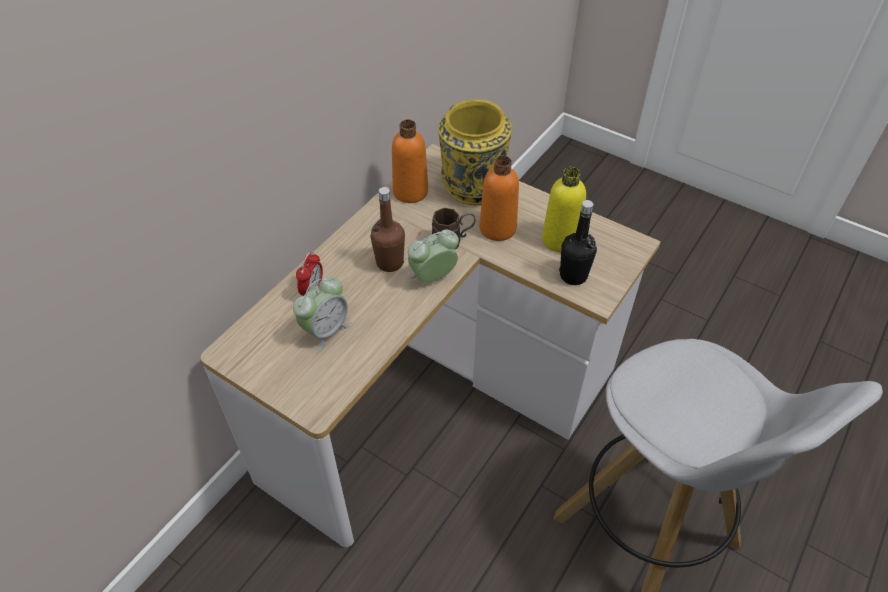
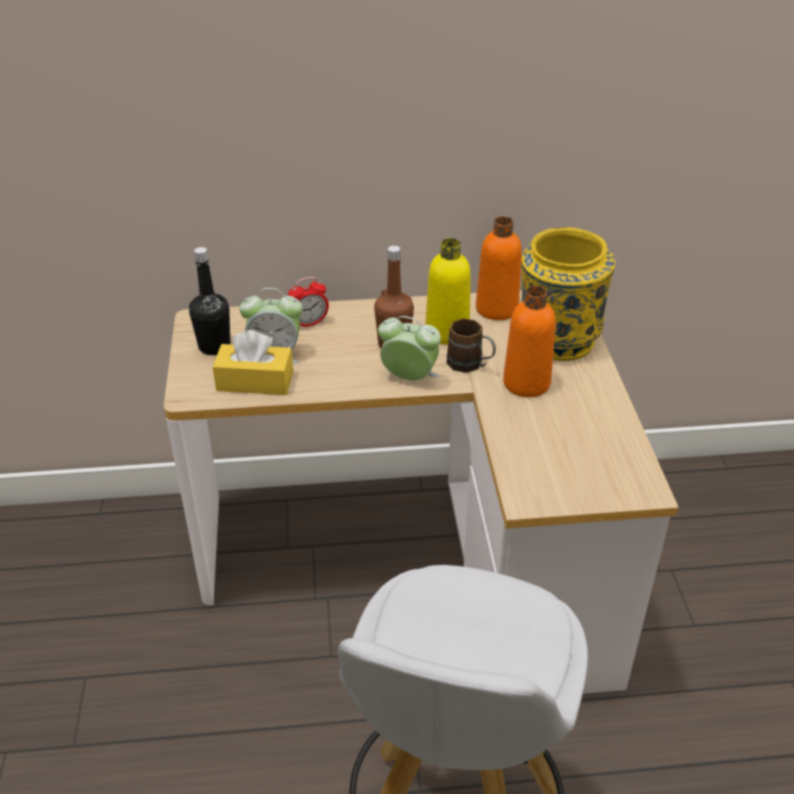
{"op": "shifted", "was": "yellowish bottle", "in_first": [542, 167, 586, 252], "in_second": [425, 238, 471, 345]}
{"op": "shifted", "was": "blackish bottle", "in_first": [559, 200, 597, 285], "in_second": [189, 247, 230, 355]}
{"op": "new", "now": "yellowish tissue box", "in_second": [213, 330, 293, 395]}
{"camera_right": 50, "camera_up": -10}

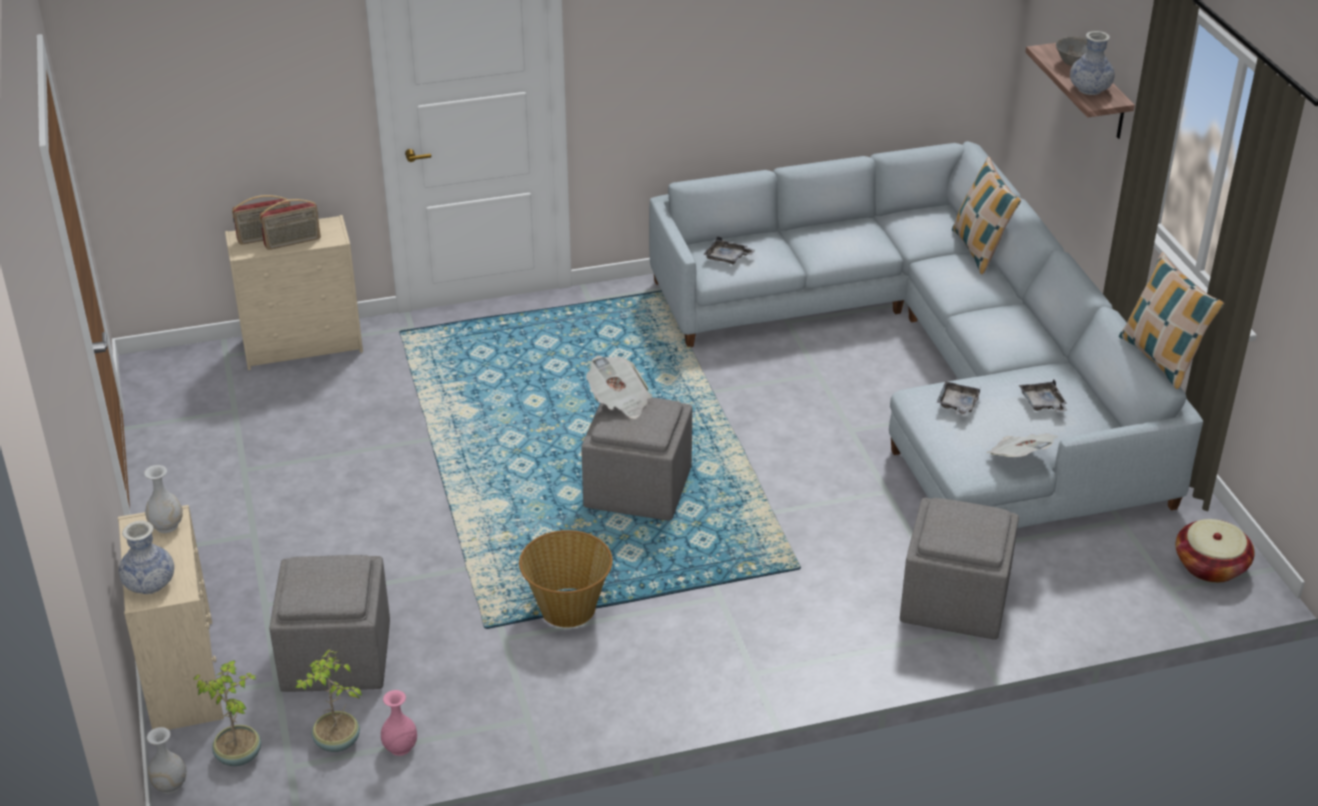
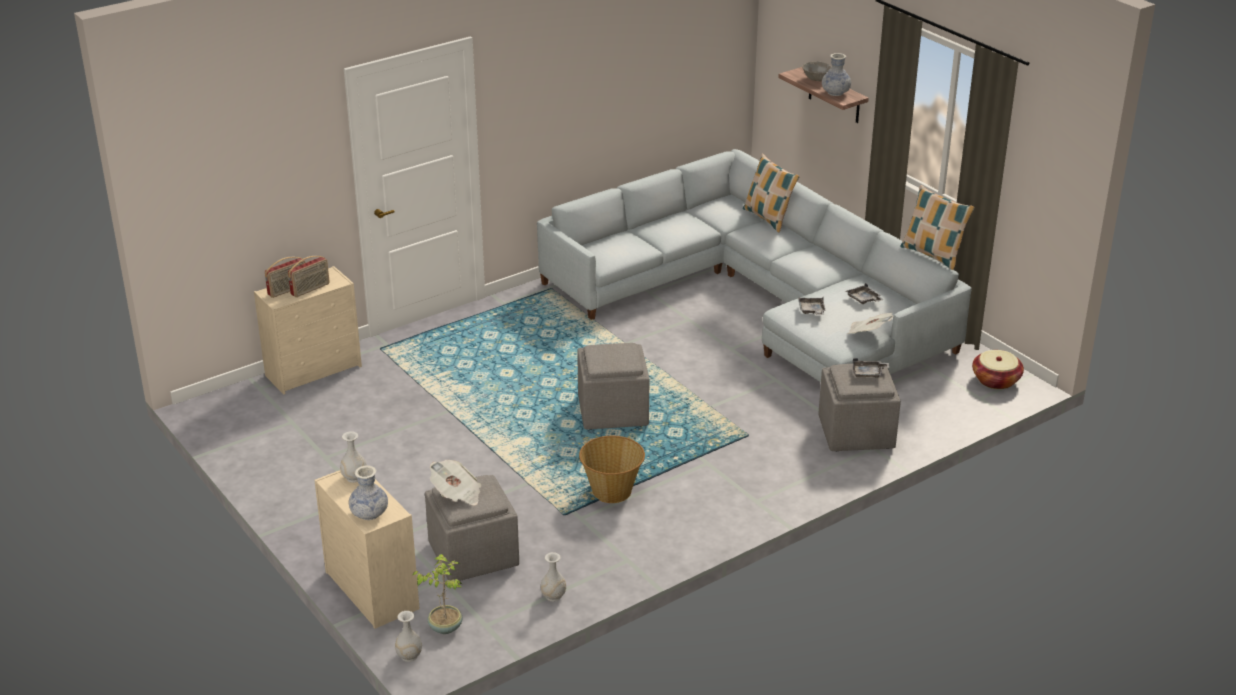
{"op": "shifted", "was": "greyish tray", "in_first": [703, 236, 755, 264], "in_second": [853, 358, 889, 378]}
{"op": "shifted", "was": "newspaper", "in_first": [586, 356, 652, 419], "in_second": [430, 460, 482, 506]}
{"op": "gone", "was": "plant in a pot", "in_first": [295, 649, 362, 752]}
{"op": "repainted", "was": "pinkish decorative vase", "now": "white decorative vase", "in_first": [381, 690, 417, 756], "in_second": [541, 552, 566, 602]}
{"camera_right": -20, "camera_up": -5}

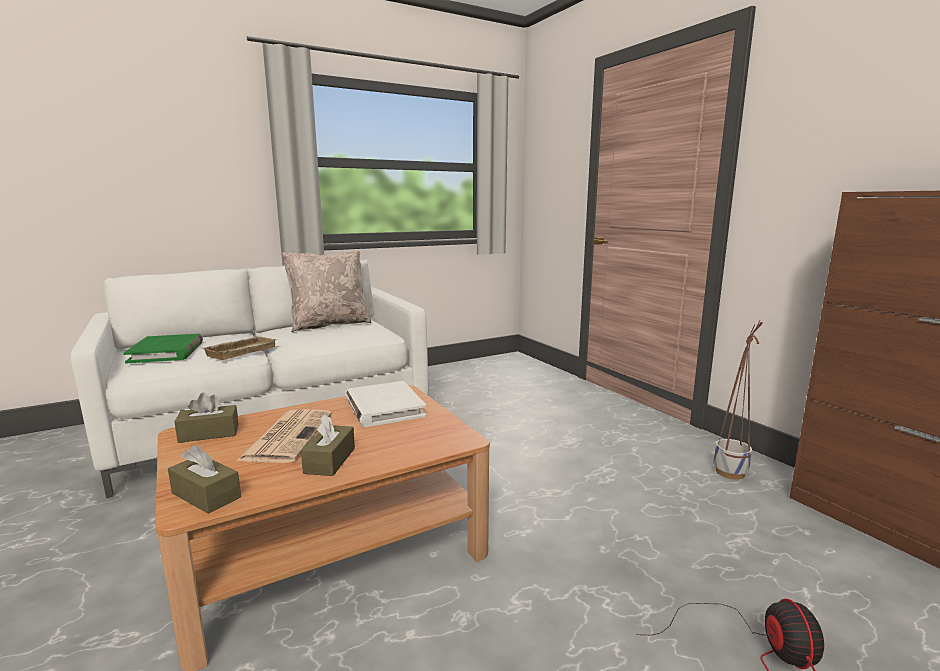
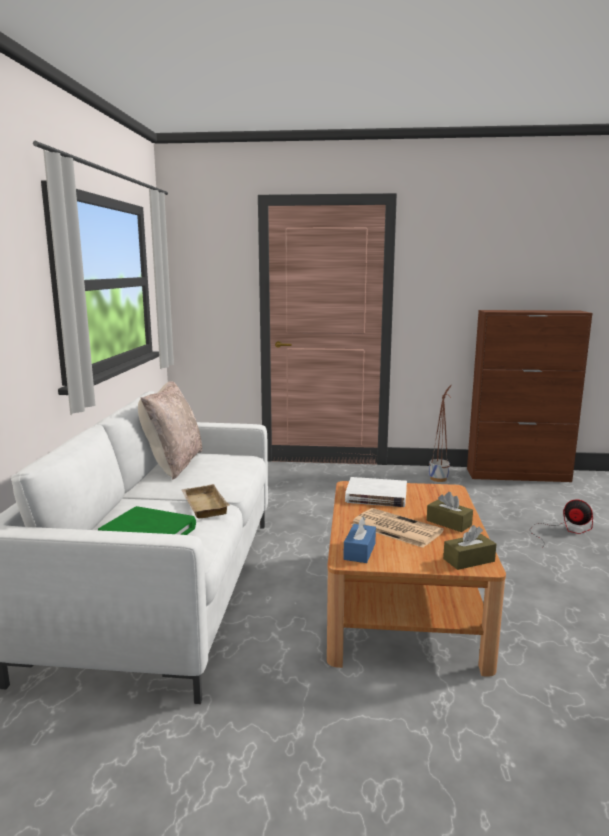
{"op": "repainted", "was": "brownish tissue box", "now": "bluish tissue box", "in_first": [175, 393, 239, 443], "in_second": [343, 517, 376, 563]}
{"camera_right": -55, "camera_up": 0}

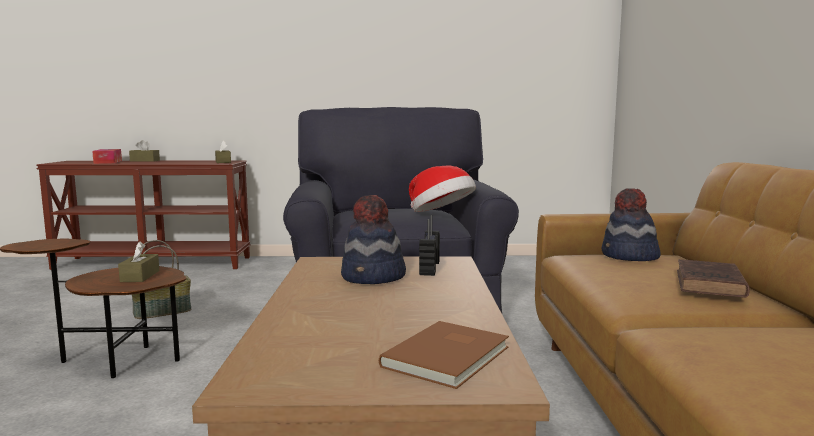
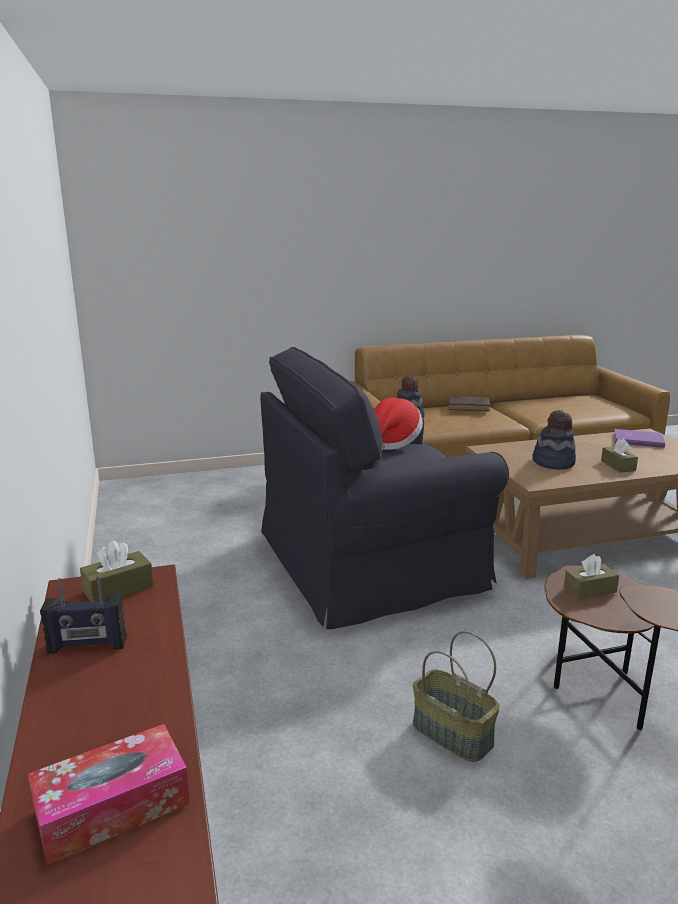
{"op": "shifted", "was": "brownish tissue box", "in_first": [129, 140, 160, 162], "in_second": [601, 438, 638, 472]}
{"op": "shifted", "was": "radio receiver", "in_first": [419, 215, 440, 276], "in_second": [40, 576, 127, 654]}
{"op": "repainted", "was": "brownish book", "now": "purple book", "in_first": [379, 321, 509, 389], "in_second": [614, 429, 665, 448]}
{"camera_right": -105, "camera_up": 10}

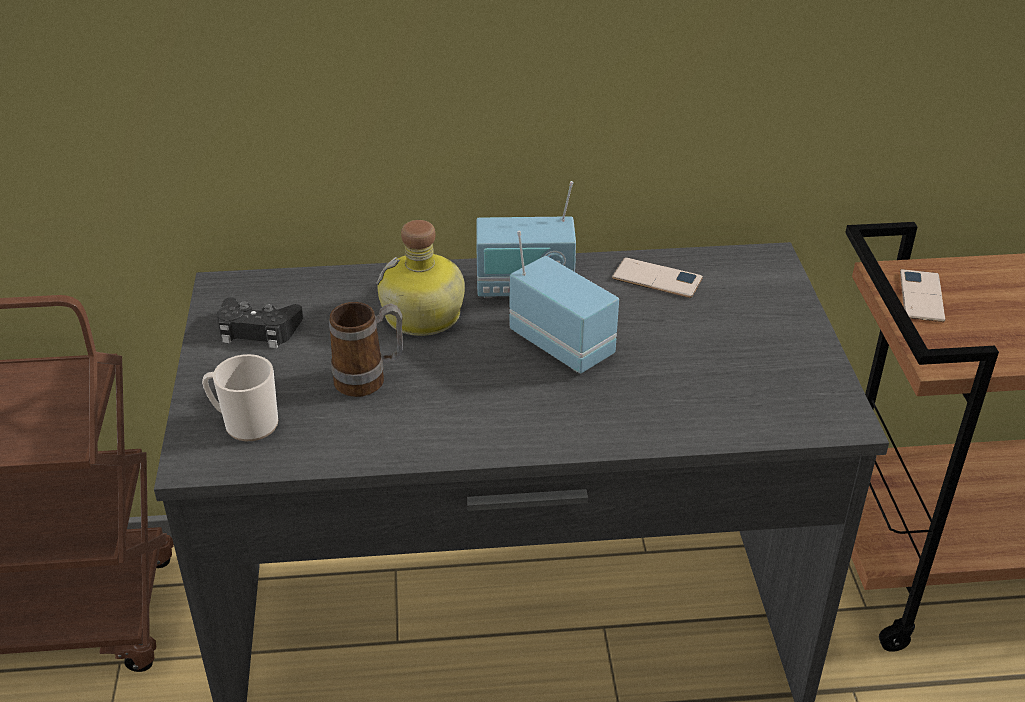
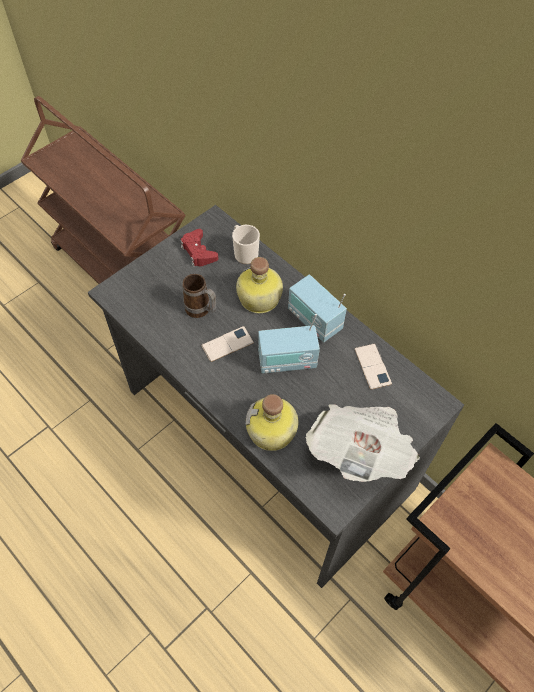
{"op": "rotated", "was": "radio receiver", "in_first": [510, 231, 619, 373], "in_second": [258, 314, 320, 373], "clockwise": 75}
{"op": "shifted", "was": "handset", "in_first": [900, 269, 945, 322], "in_second": [201, 326, 254, 362]}
{"op": "repainted", "was": "blackish joypad", "now": "red joypad", "in_first": [217, 297, 303, 349], "in_second": [181, 229, 218, 267]}
{"op": "shifted", "was": "mug", "in_first": [202, 354, 278, 441], "in_second": [232, 225, 260, 264]}
{"op": "new", "now": "bottle", "in_second": [245, 394, 299, 451]}
{"op": "new", "now": "newspaper", "in_second": [306, 404, 420, 482]}
{"camera_right": 50, "camera_up": 20}

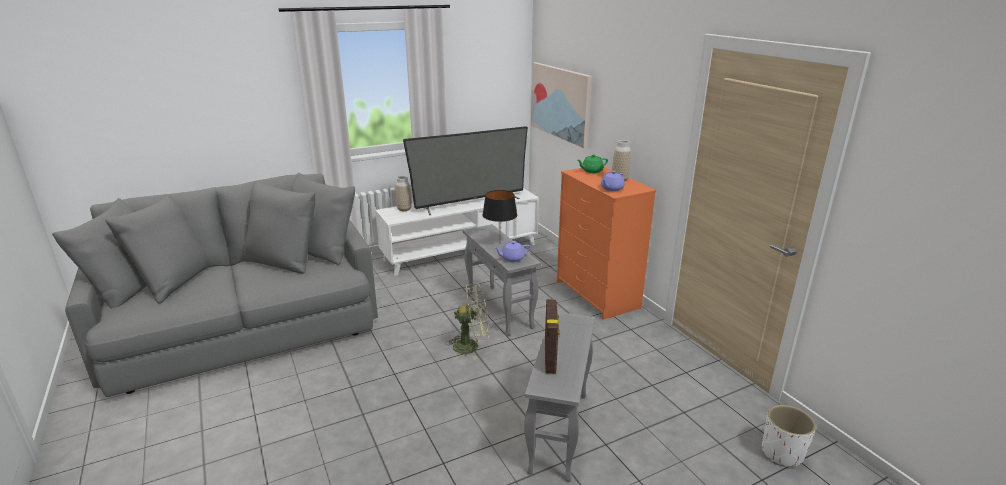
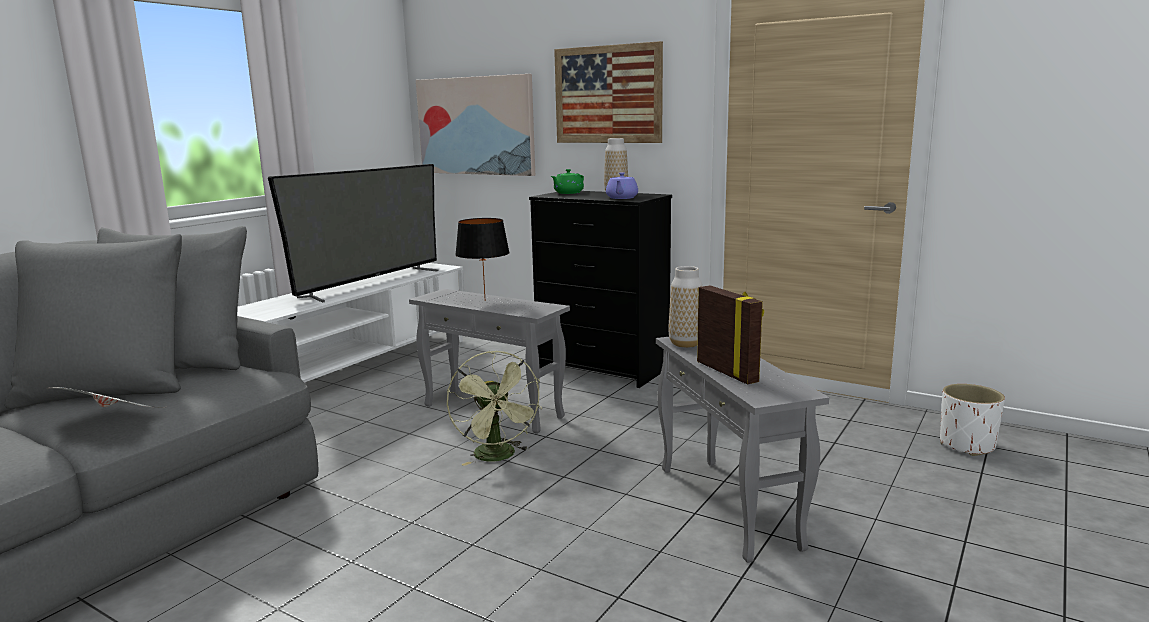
{"op": "repainted", "was": "orange chest of drawers", "now": "blackish chest of drawers", "in_first": [557, 167, 656, 320], "in_second": [529, 191, 672, 388]}
{"op": "shifted", "was": "decorative vase", "in_first": [396, 176, 412, 211], "in_second": [669, 266, 702, 348]}
{"op": "gone", "was": "purple pot for tea", "in_first": [493, 241, 530, 262]}
{"op": "rotated", "was": "greenish electric fan", "in_first": [445, 283, 489, 360], "in_second": [447, 351, 542, 466], "clockwise": 105}
{"op": "new", "now": "wall picture", "in_second": [554, 41, 663, 143]}
{"op": "new", "now": "newspaper", "in_second": [46, 387, 164, 408]}
{"camera_right": -30, "camera_up": -10}

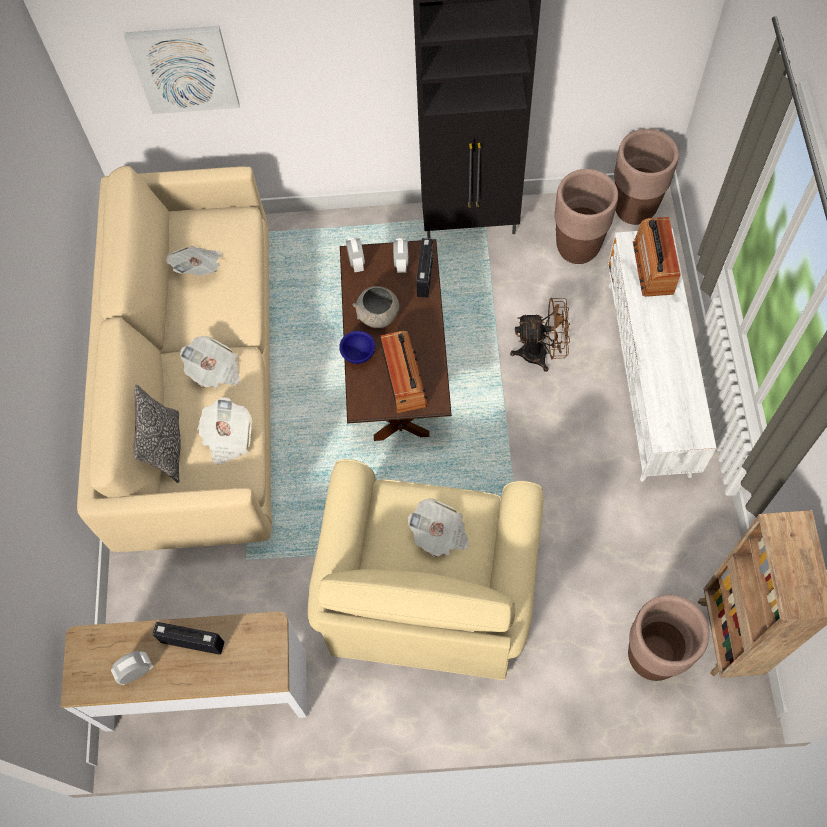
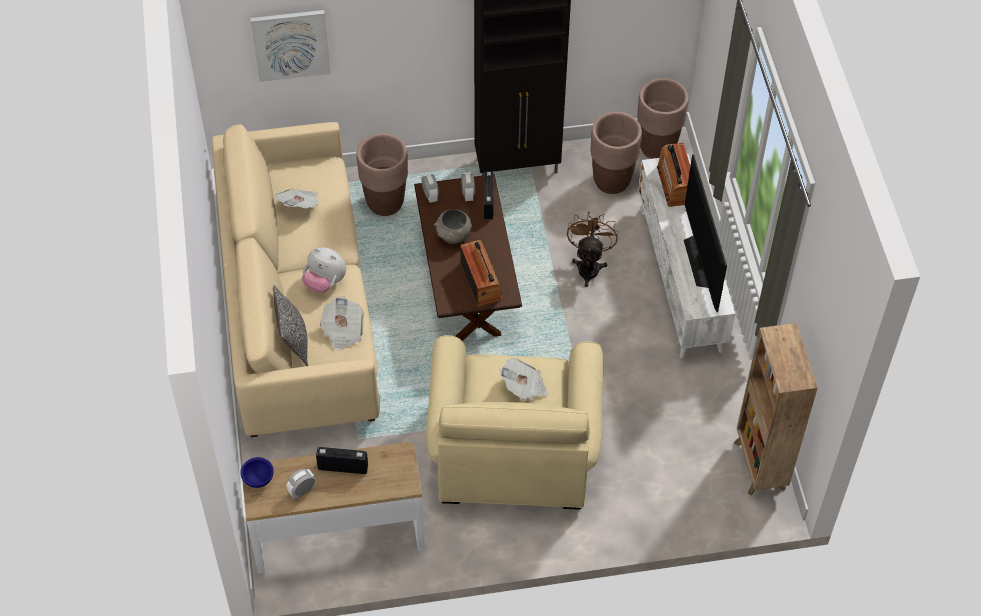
{"op": "rotated", "was": "brownish electric fan", "in_first": [510, 298, 570, 372], "in_second": [567, 212, 618, 287], "clockwise": -75}
{"op": "shifted", "was": "bluish bowl", "in_first": [339, 331, 375, 364], "in_second": [240, 457, 274, 488]}
{"op": "swapped", "was": "newspaper", "now": "plush toy", "in_first": [180, 336, 239, 388], "in_second": [302, 247, 346, 293]}
{"op": "shifted", "was": "brownish planter", "in_first": [628, 595, 709, 681], "in_second": [357, 133, 408, 216]}
{"op": "new", "now": "TV set", "in_second": [684, 154, 727, 312]}
{"camera_right": -10, "camera_up": -10}

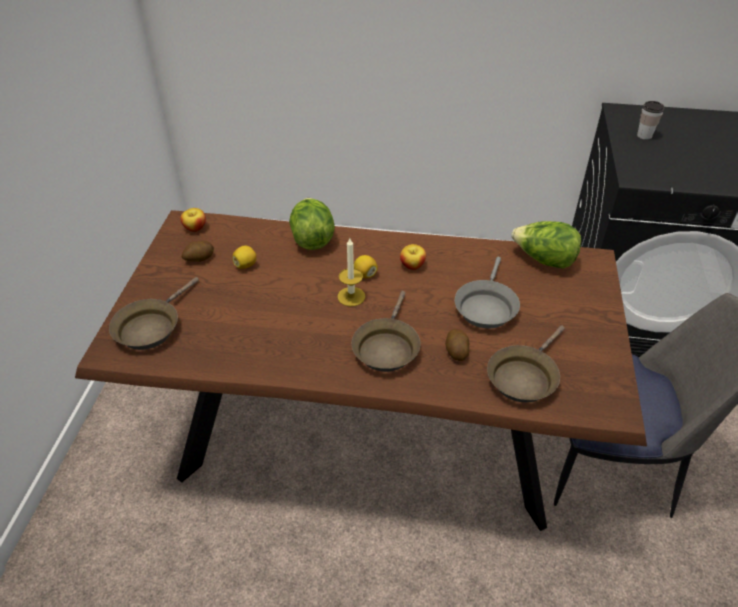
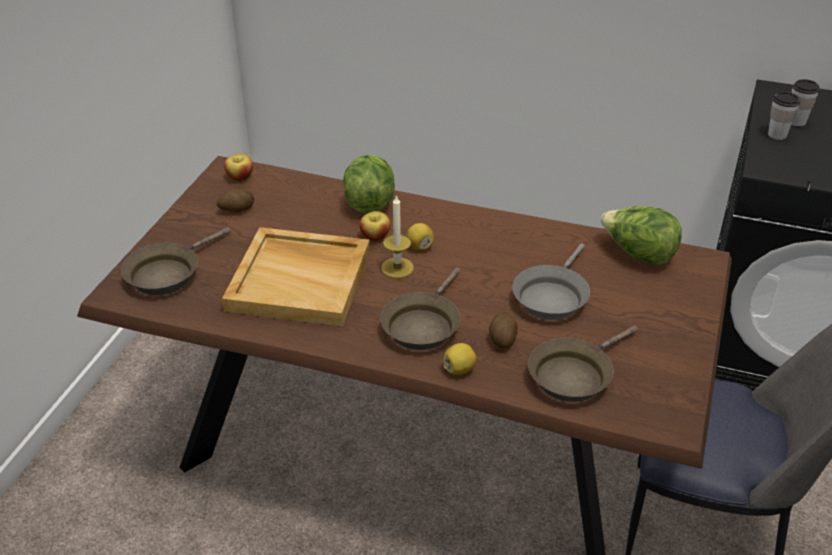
{"op": "shifted", "was": "apple", "in_first": [400, 244, 426, 270], "in_second": [360, 211, 390, 241]}
{"op": "shifted", "was": "citrus fruit", "in_first": [232, 246, 257, 269], "in_second": [443, 343, 477, 375]}
{"op": "new", "now": "small cup", "in_second": [768, 92, 800, 140]}
{"op": "new", "now": "sand-coloured tray", "in_second": [222, 227, 370, 327]}
{"camera_right": 10, "camera_up": -5}

